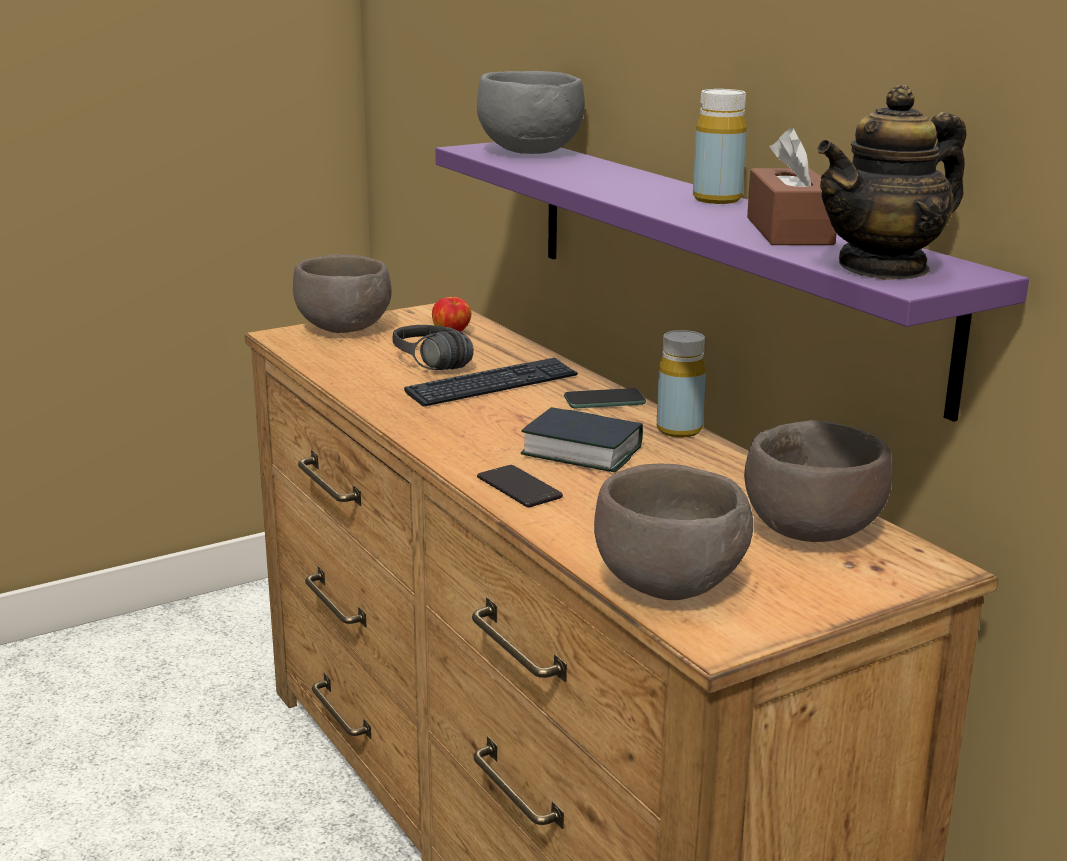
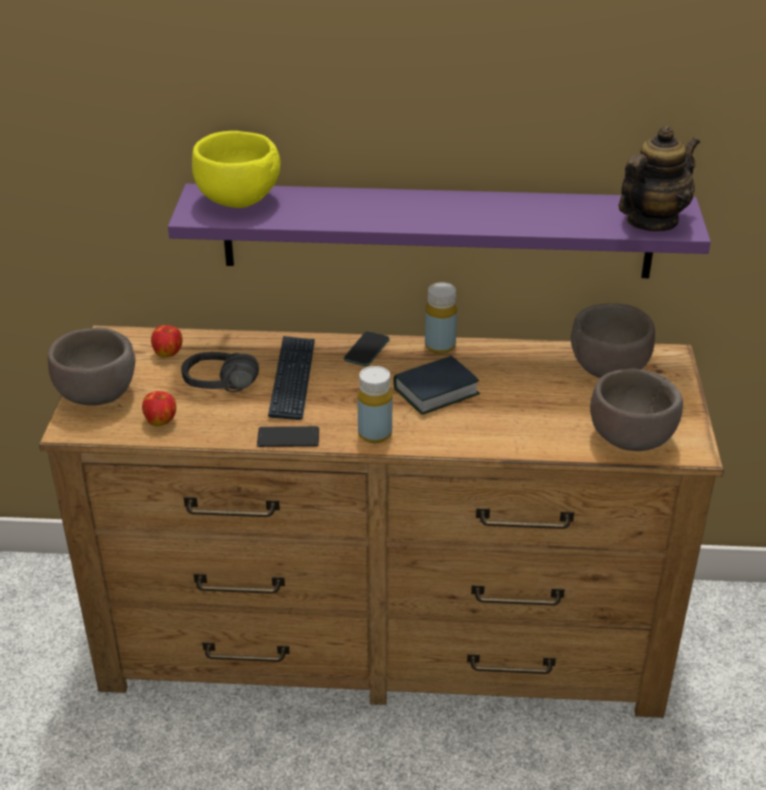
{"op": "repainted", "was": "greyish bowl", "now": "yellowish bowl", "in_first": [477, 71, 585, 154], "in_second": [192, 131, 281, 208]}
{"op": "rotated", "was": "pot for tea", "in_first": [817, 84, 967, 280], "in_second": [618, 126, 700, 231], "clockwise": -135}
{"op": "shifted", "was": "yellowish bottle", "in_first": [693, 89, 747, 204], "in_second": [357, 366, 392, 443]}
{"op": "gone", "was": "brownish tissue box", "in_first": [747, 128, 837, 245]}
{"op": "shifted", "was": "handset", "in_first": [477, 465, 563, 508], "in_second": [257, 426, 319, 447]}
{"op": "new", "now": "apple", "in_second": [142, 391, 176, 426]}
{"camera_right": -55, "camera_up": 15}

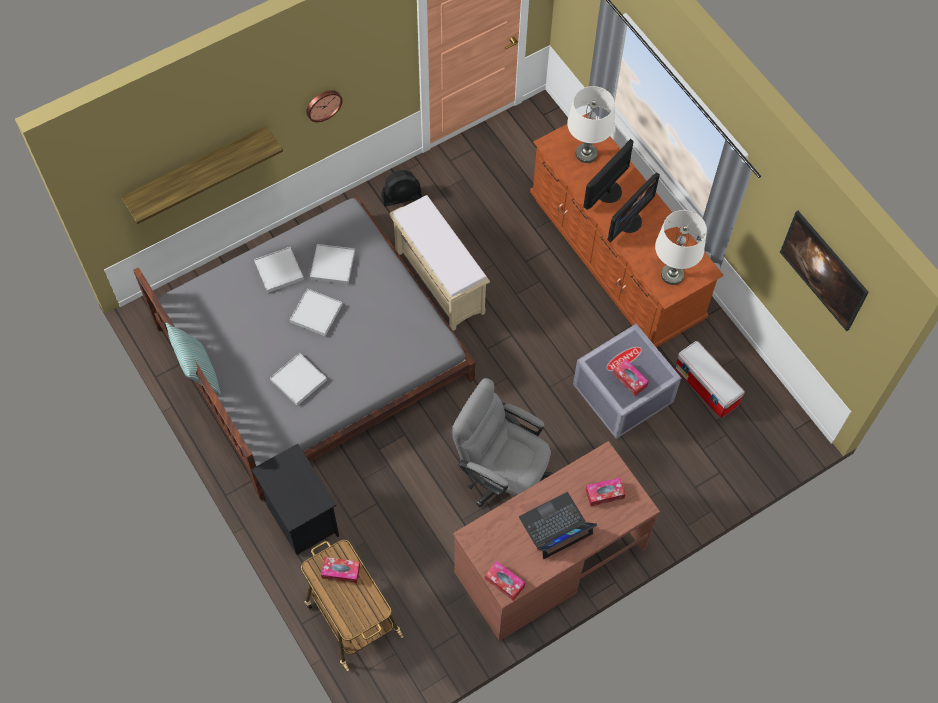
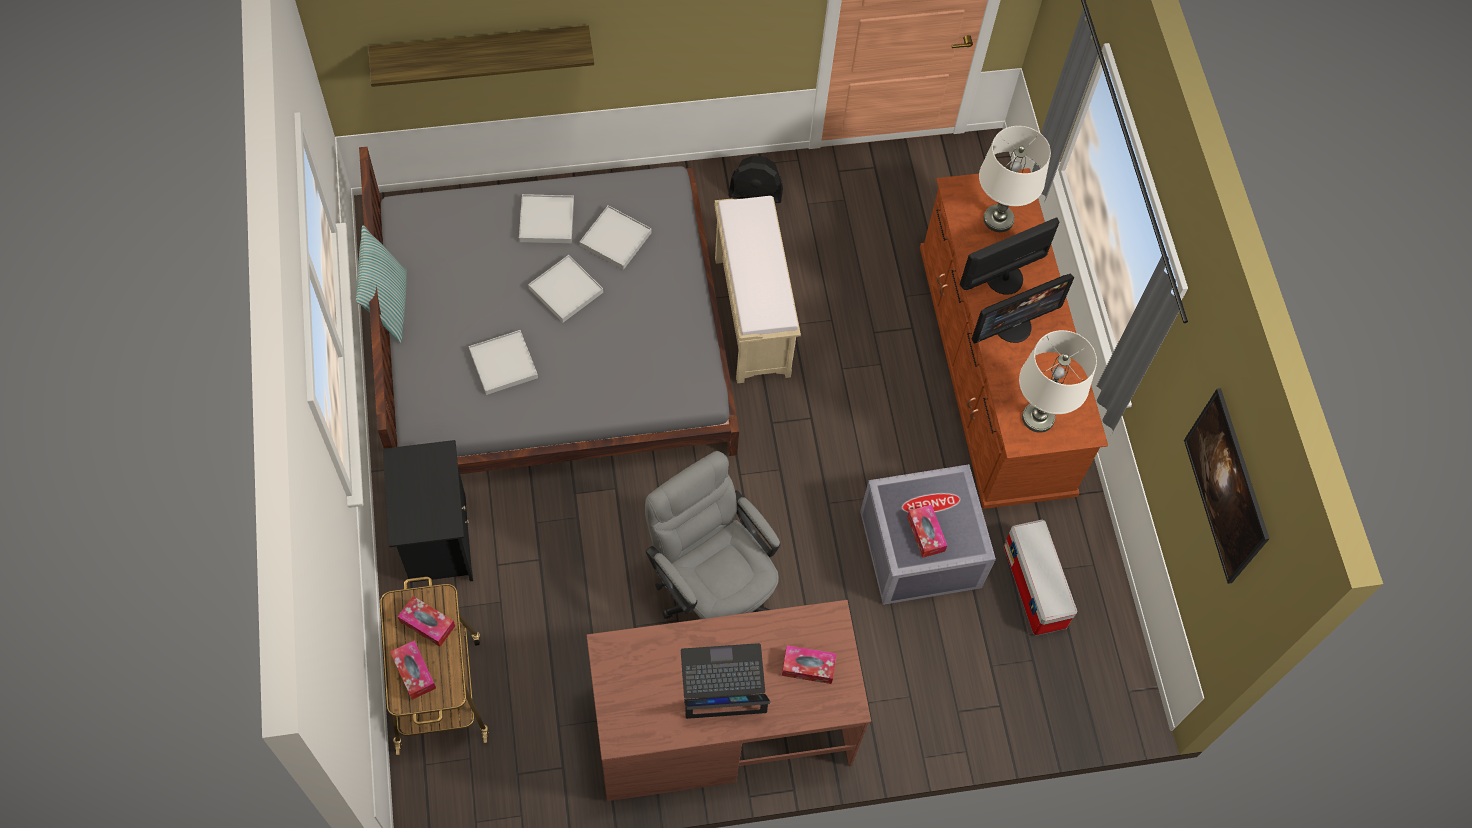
{"op": "gone", "was": "clock on the wall", "in_first": [306, 90, 343, 122]}
{"op": "shifted", "was": "tissue box", "in_first": [485, 561, 525, 601], "in_second": [390, 640, 436, 700]}
{"camera_right": 20, "camera_up": 0}

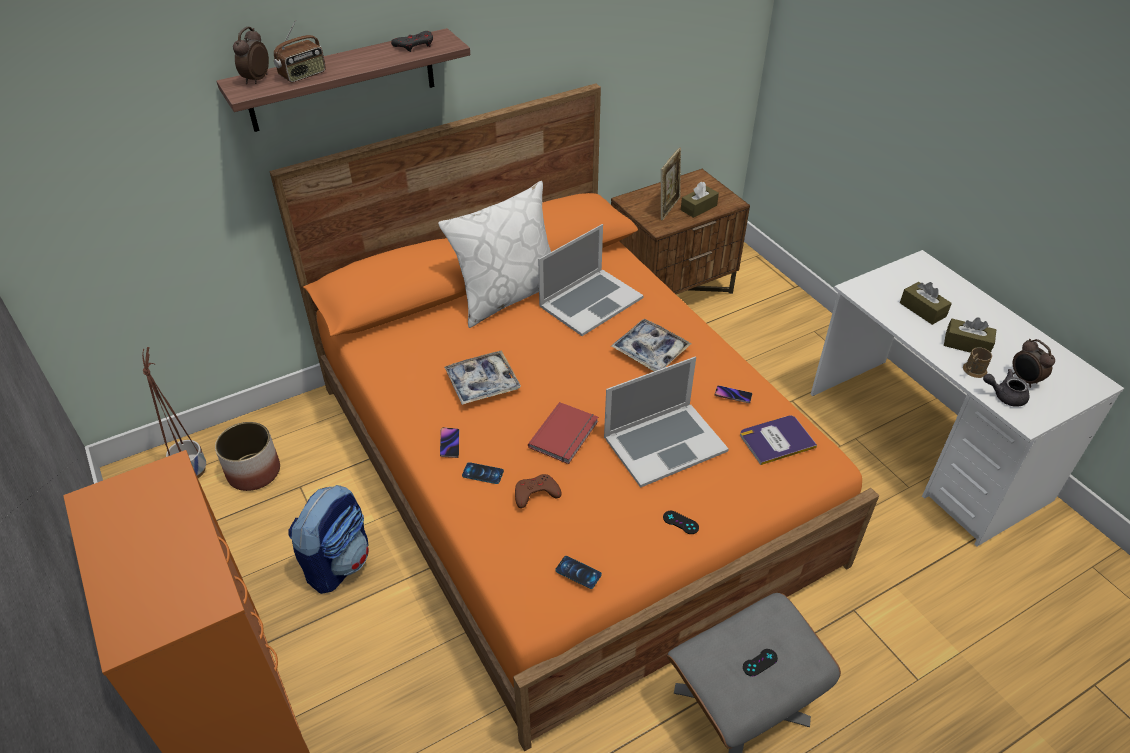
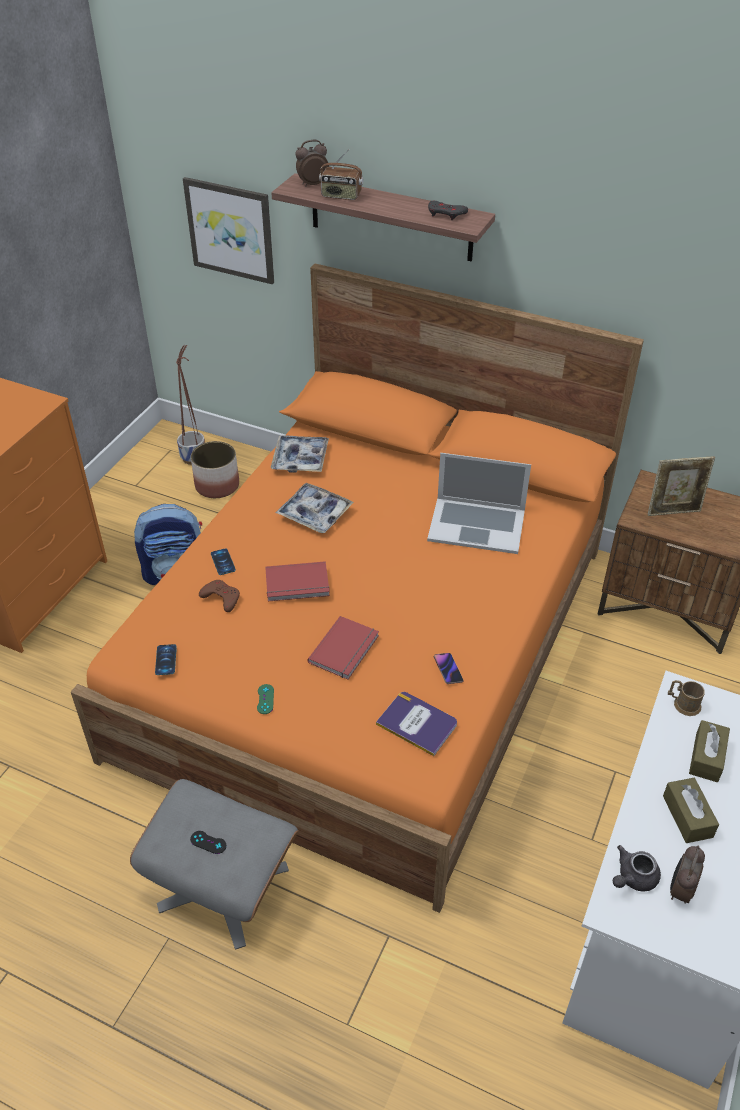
{"op": "gone", "was": "white pillow", "in_first": [438, 181, 551, 328]}
{"op": "gone", "was": "brownish tissue box", "in_first": [681, 181, 719, 218]}
{"op": "shifted", "was": "tray", "in_first": [611, 319, 692, 371], "in_second": [271, 435, 329, 473]}
{"op": "shifted", "was": "brownish mug", "in_first": [963, 347, 992, 378], "in_second": [668, 680, 705, 716]}
{"op": "swapped", "was": "portable computer", "now": "red book", "in_first": [604, 357, 729, 488], "in_second": [307, 616, 379, 679]}
{"op": "rotated", "was": "greyish pot for tea", "in_first": [983, 369, 1029, 407], "in_second": [613, 845, 661, 891], "clockwise": -105}
{"op": "gone", "was": "handset", "in_first": [440, 427, 459, 458]}
{"op": "repainted", "was": "blackish joypad", "now": "greenish joypad", "in_first": [663, 511, 699, 534], "in_second": [257, 684, 274, 714]}
{"op": "new", "now": "wall picture", "in_second": [183, 177, 274, 284]}
{"camera_right": 55, "camera_up": 0}

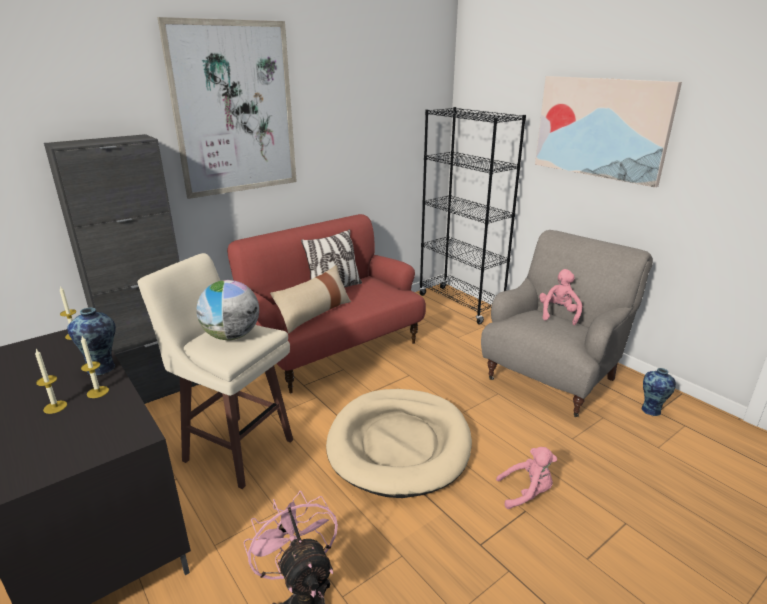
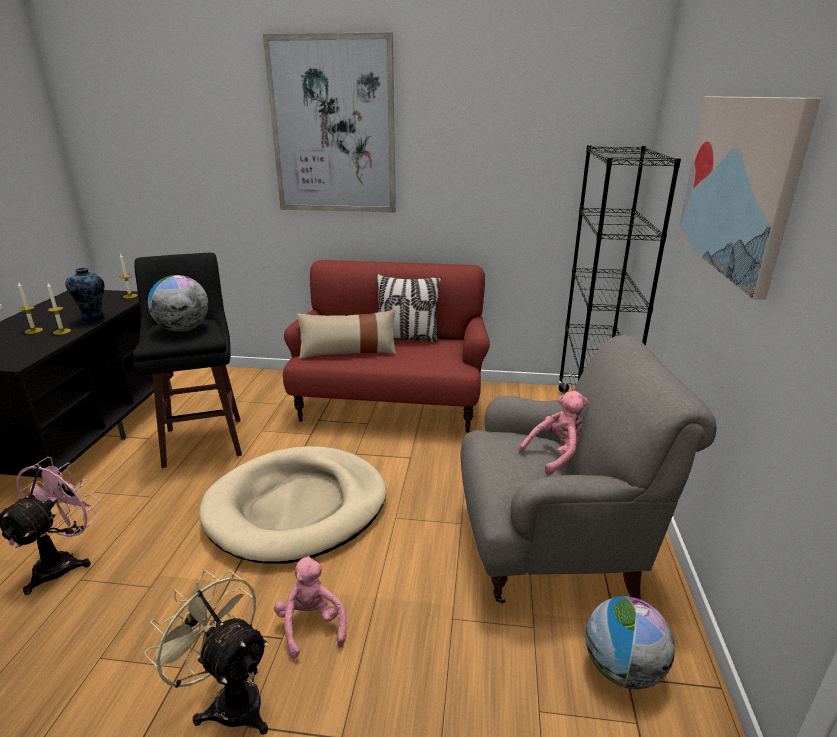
{"op": "gone", "was": "blackish storage cabinet", "in_first": [44, 134, 200, 404]}
{"op": "repainted", "was": "sand-coloured sitting stool", "now": "blackish sitting stool", "in_first": [138, 253, 293, 489], "in_second": [133, 253, 242, 468]}
{"op": "swapped", "was": "decorative vase", "now": "globe", "in_first": [642, 368, 676, 416], "in_second": [585, 596, 675, 689]}
{"op": "rotated", "was": "pinkish plush toy", "in_first": [496, 447, 557, 509], "in_second": [274, 556, 346, 659], "clockwise": -150}
{"op": "new", "now": "sand-coloured electric fan", "in_second": [144, 570, 269, 735]}
{"camera_right": 45, "camera_up": 0}

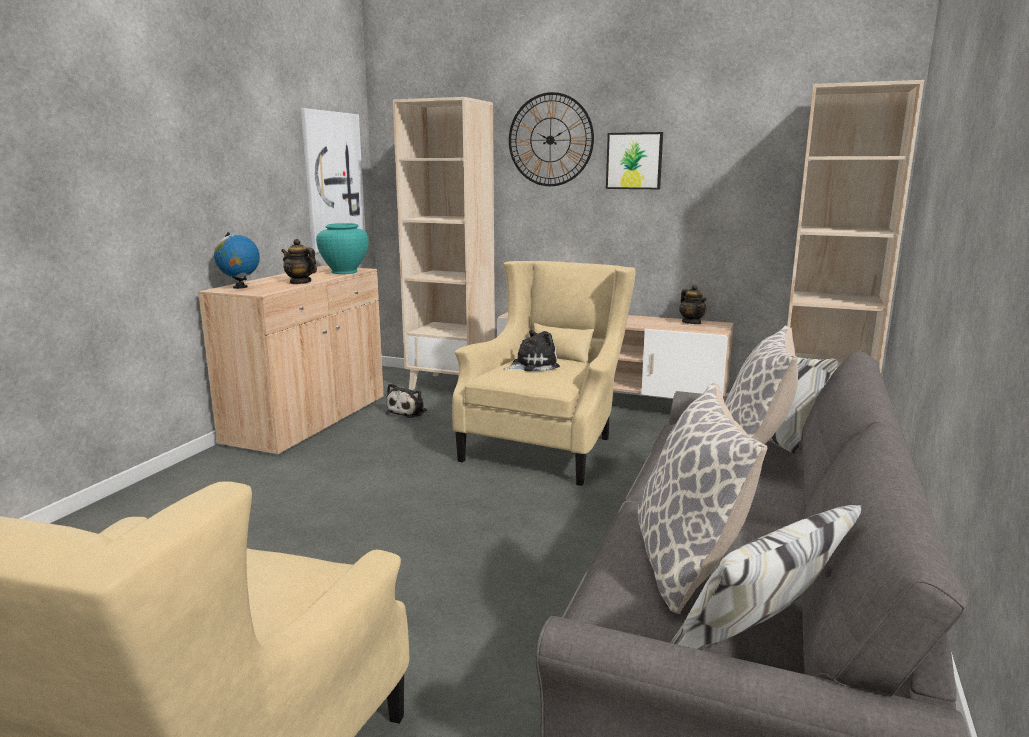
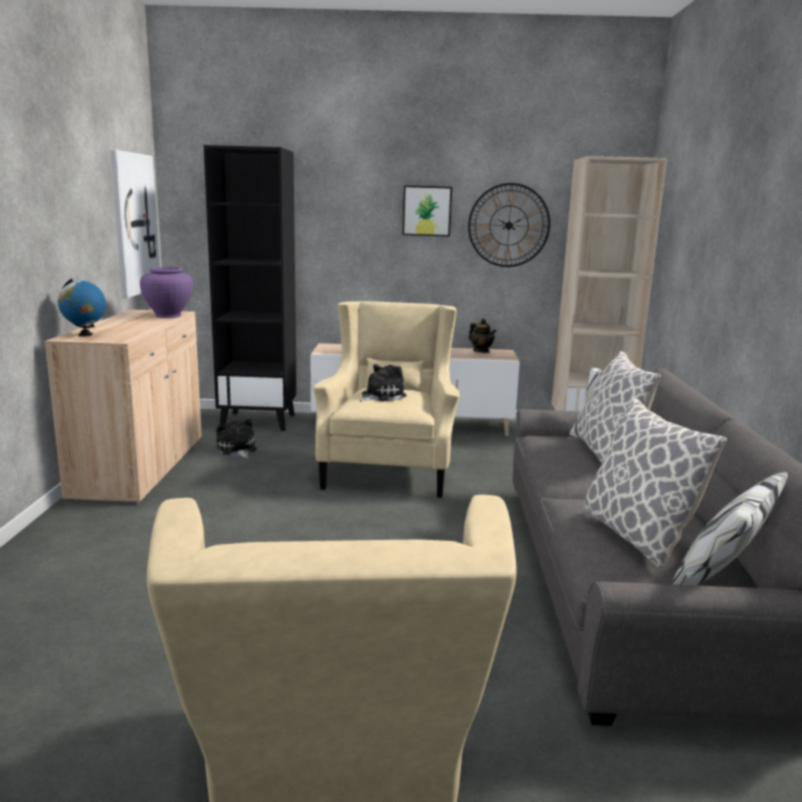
{"op": "shifted", "was": "clock on the wall", "in_first": [509, 92, 594, 186], "in_second": [468, 183, 550, 267]}
{"op": "repainted", "was": "sand-coloured bookshelf", "now": "blackish bookshelf", "in_first": [393, 97, 495, 390], "in_second": [204, 145, 297, 431]}
{"op": "repainted", "was": "turquoise decorative vase", "now": "purple decorative vase", "in_first": [316, 223, 369, 274], "in_second": [140, 267, 193, 318]}
{"op": "gone", "was": "pot for tea", "in_first": [281, 239, 317, 284]}
{"op": "rotated", "was": "plush toy", "in_first": [385, 383, 427, 418], "in_second": [216, 418, 256, 458], "clockwise": 150}
{"camera_right": -20, "camera_up": 0}

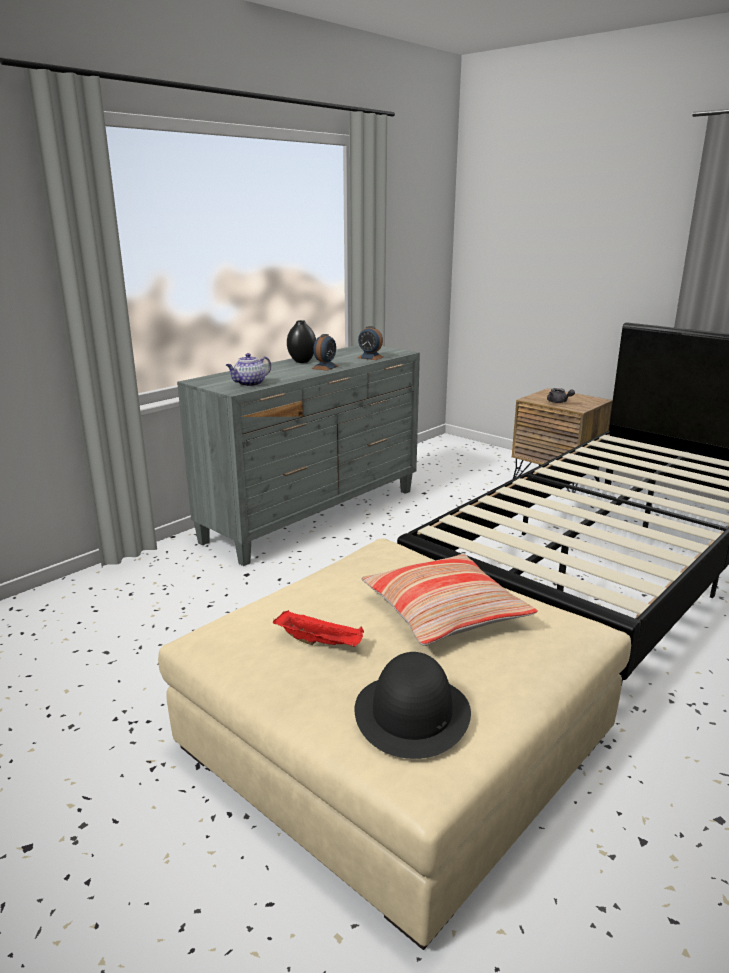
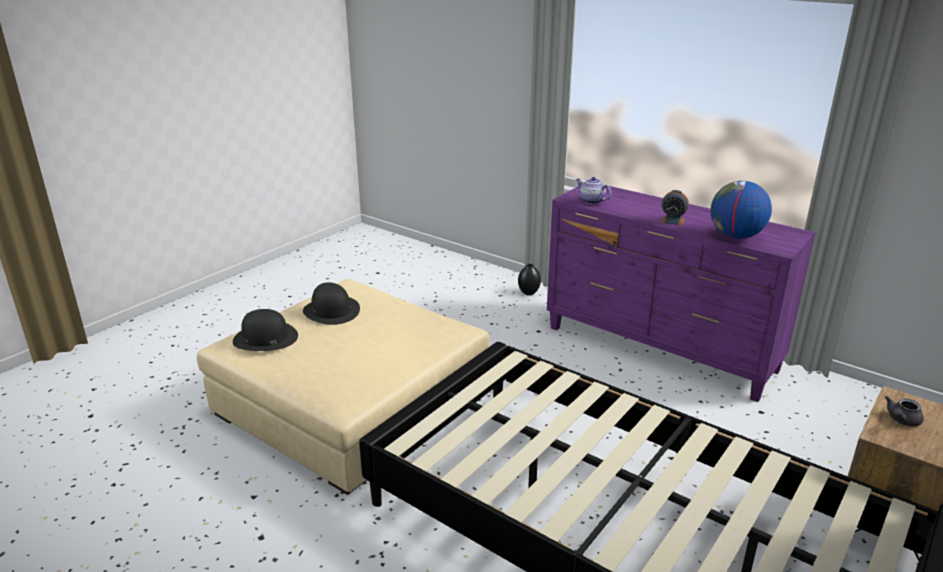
{"op": "shifted", "was": "blackish decorative vase", "in_first": [287, 320, 316, 363], "in_second": [518, 264, 541, 295]}
{"op": "swapped", "was": "bedside clock", "now": "globe", "in_first": [357, 326, 384, 360], "in_second": [711, 181, 772, 239]}
{"op": "repainted", "was": "greyish chest of drawers", "now": "purple chest of drawers", "in_first": [177, 345, 420, 566], "in_second": [547, 186, 816, 402]}
{"op": "gone", "was": "pillow", "in_first": [361, 554, 538, 646]}
{"op": "swapped", "was": "red tray", "now": "blackish wearable hat", "in_first": [273, 610, 364, 647], "in_second": [303, 282, 360, 325]}
{"camera_right": 85, "camera_up": 5}

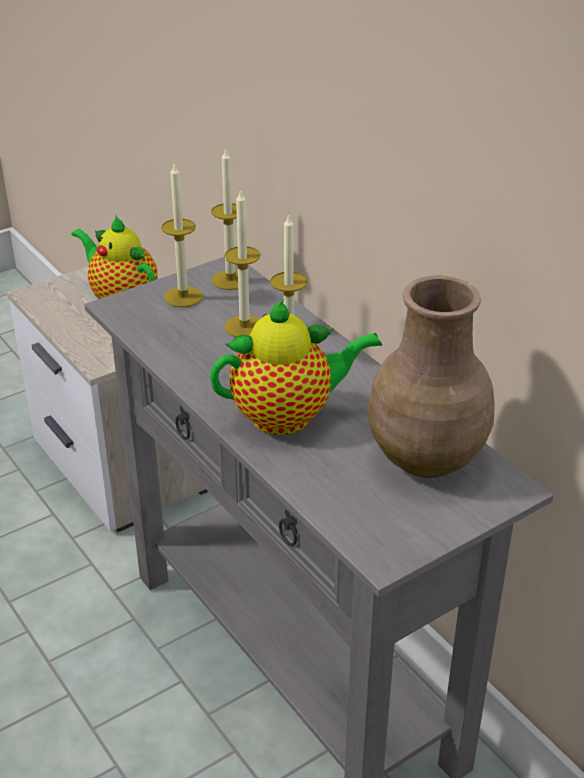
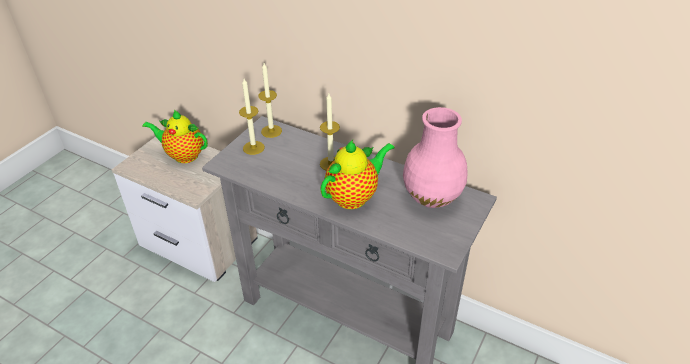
{"op": "gone", "was": "candle", "in_first": [225, 189, 260, 337]}
{"op": "repainted", "was": "brownish decorative vase", "now": "pinkish decorative vase", "in_first": [367, 276, 495, 478], "in_second": [403, 107, 467, 208]}
{"camera_right": -25, "camera_up": 5}

